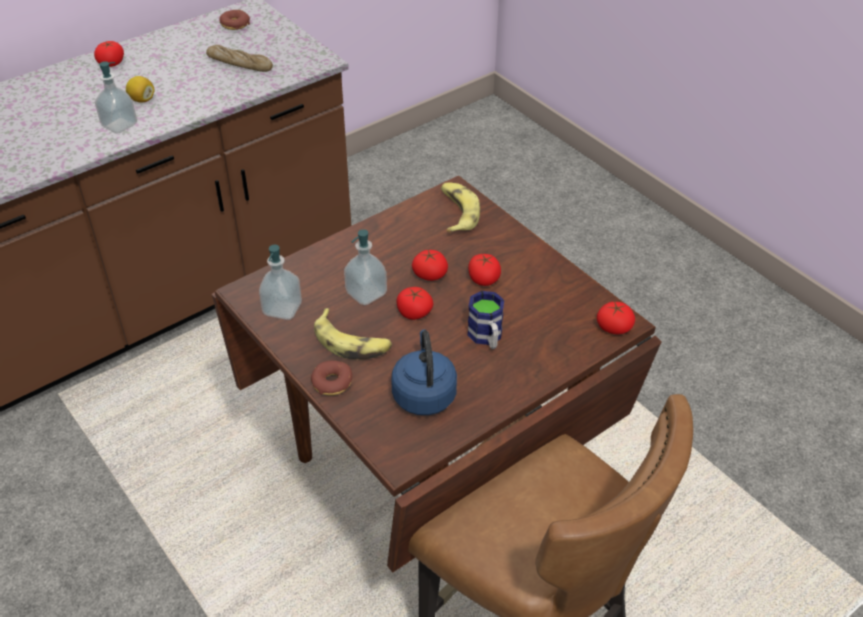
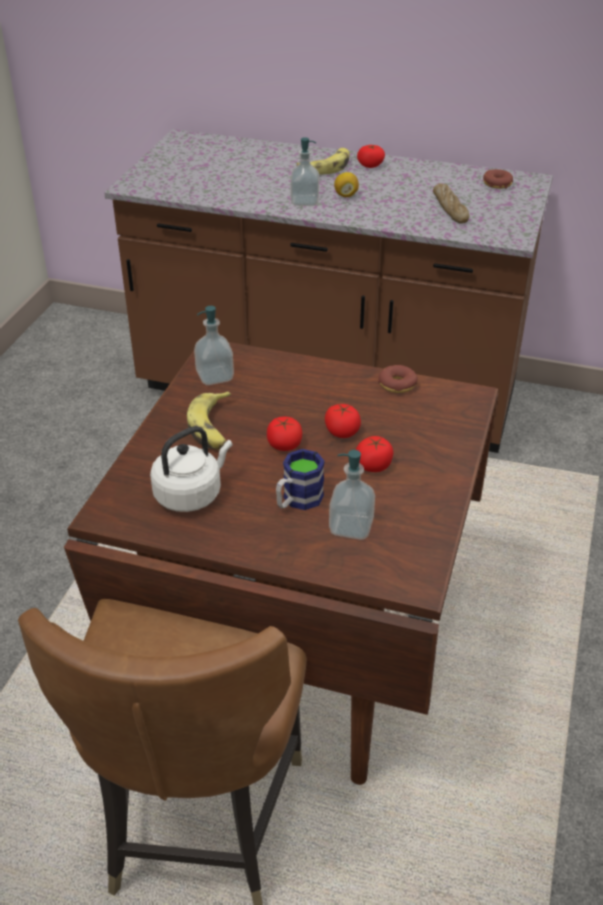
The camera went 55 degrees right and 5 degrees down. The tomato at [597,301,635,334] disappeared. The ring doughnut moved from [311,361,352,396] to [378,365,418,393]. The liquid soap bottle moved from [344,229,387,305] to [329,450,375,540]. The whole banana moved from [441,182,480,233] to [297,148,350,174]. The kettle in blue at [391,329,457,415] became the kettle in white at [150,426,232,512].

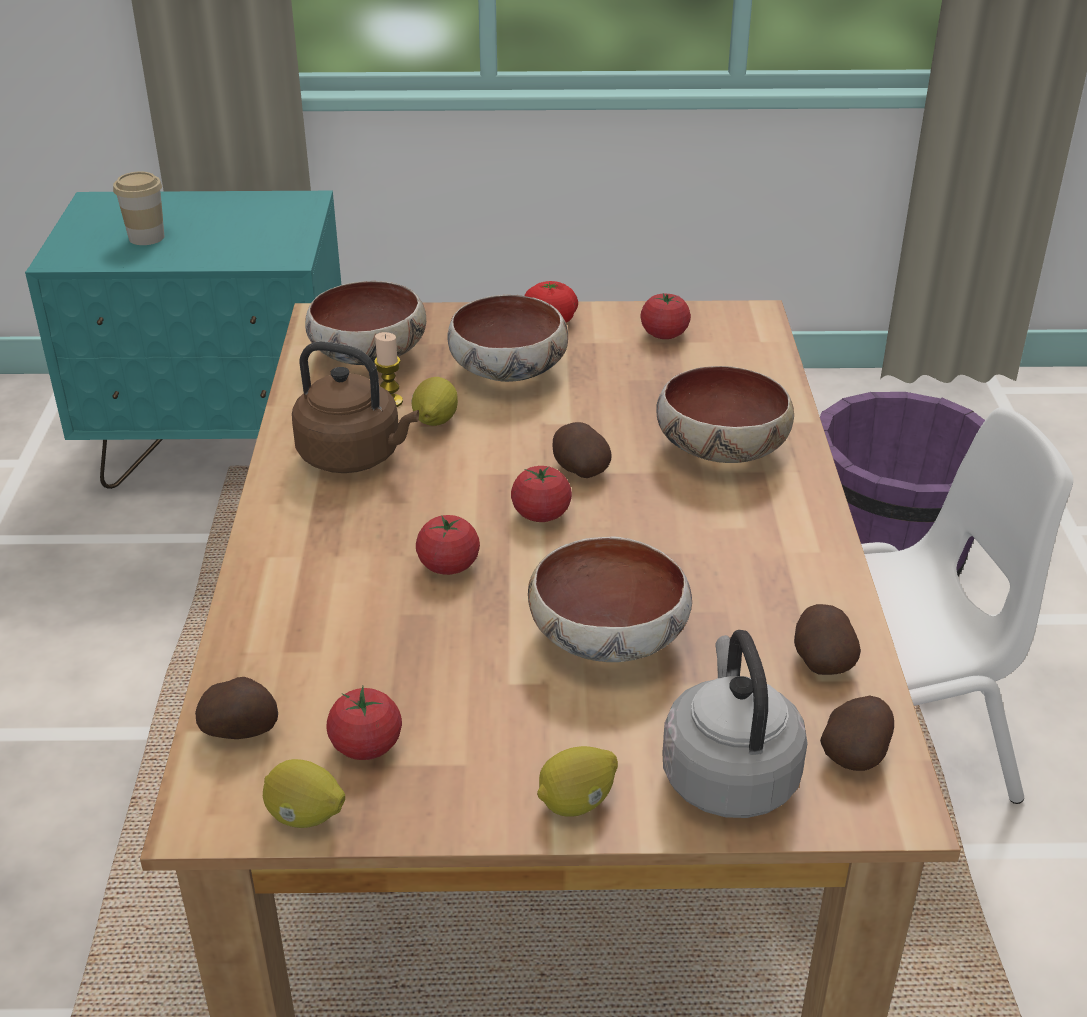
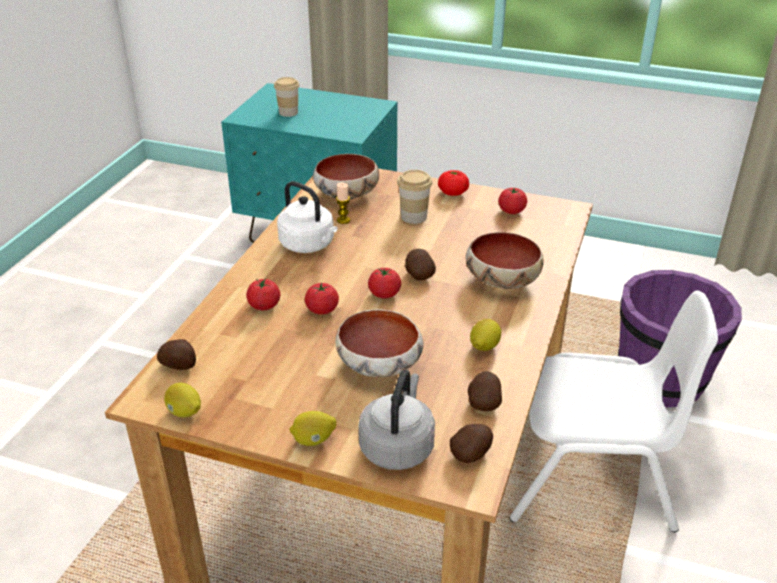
The camera went 20 degrees right and 0 degrees up. The tomato moved from [327,686,402,760] to [246,278,281,310]. The whole lemon moved from [411,377,458,426] to [470,319,501,351]. The serving bowl at [448,295,568,382] was replaced by the cup at [397,170,432,224]. The kettle in brown-coloured at [292,342,419,473] became the kettle in white at [277,181,338,253].

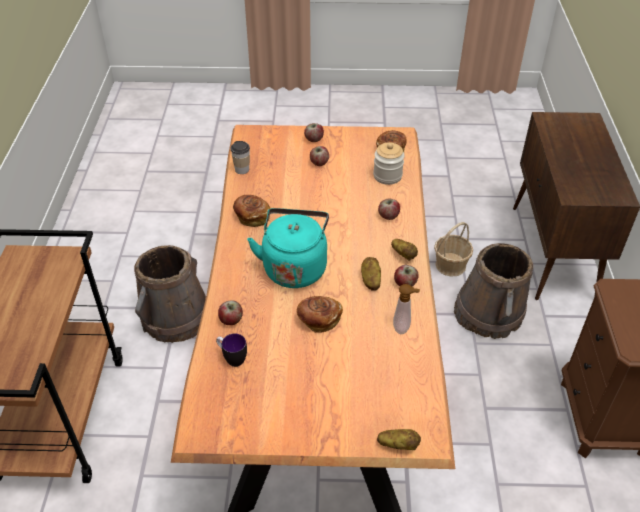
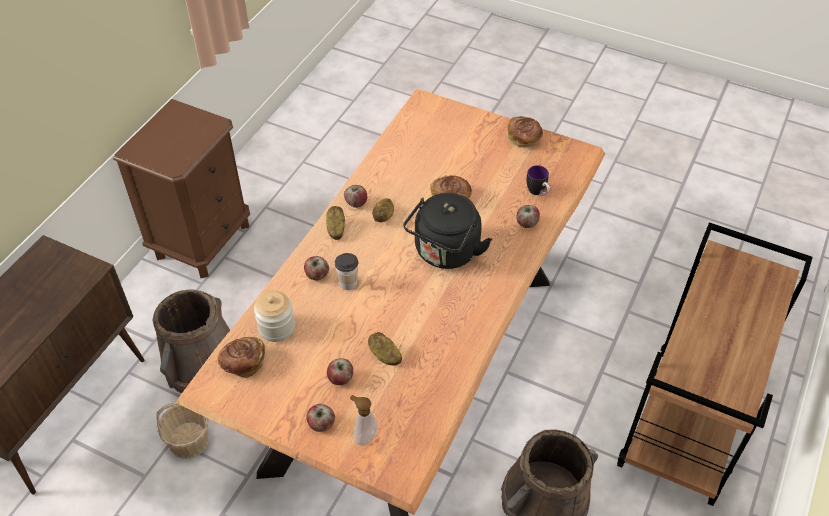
The camera went 155 degrees left and 5 degrees up. The cup moved from [231,141,250,174] to [335,253,358,290]. The bread moved from [233,195,270,227] to [507,116,543,147]. The spud moved from [377,429,421,450] to [368,332,402,365]. The liquid soap bottle moved from [393,284,420,334] to [350,395,378,446]. The kettle in blue-green at [247,208,329,288] became the kettle in black at [403,193,492,269].

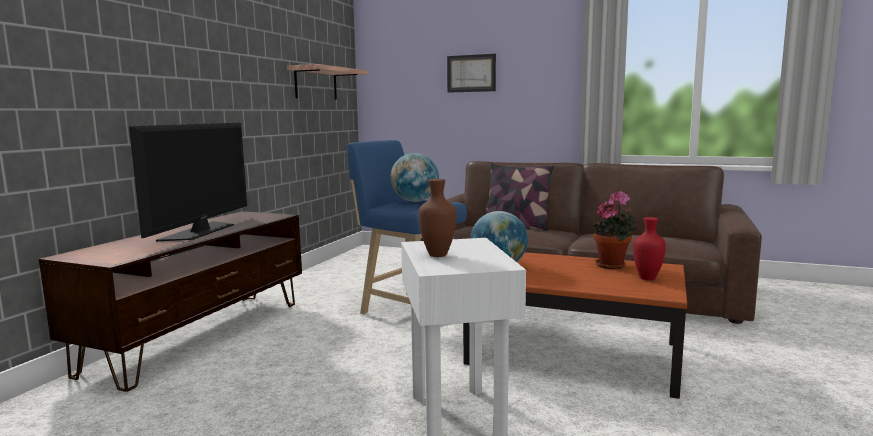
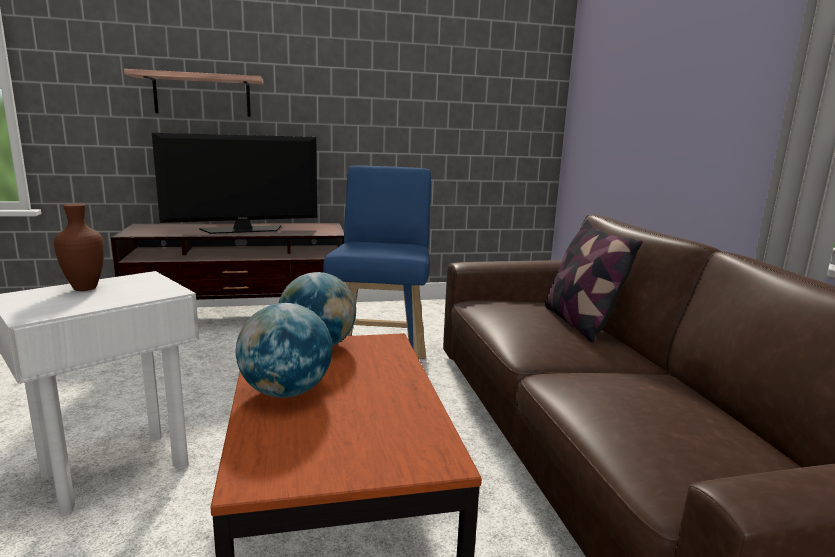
The camera went 55 degrees right and 5 degrees up. The wall picture at [447,54,496,93] disappeared. The houseplant at [593,191,637,269] disappeared. The vase in red-coloured at [633,217,666,280] disappeared. The shelf moved from [287,64,368,100] to [124,69,263,117]. The globe moved from [390,153,439,202] to [236,303,332,398].

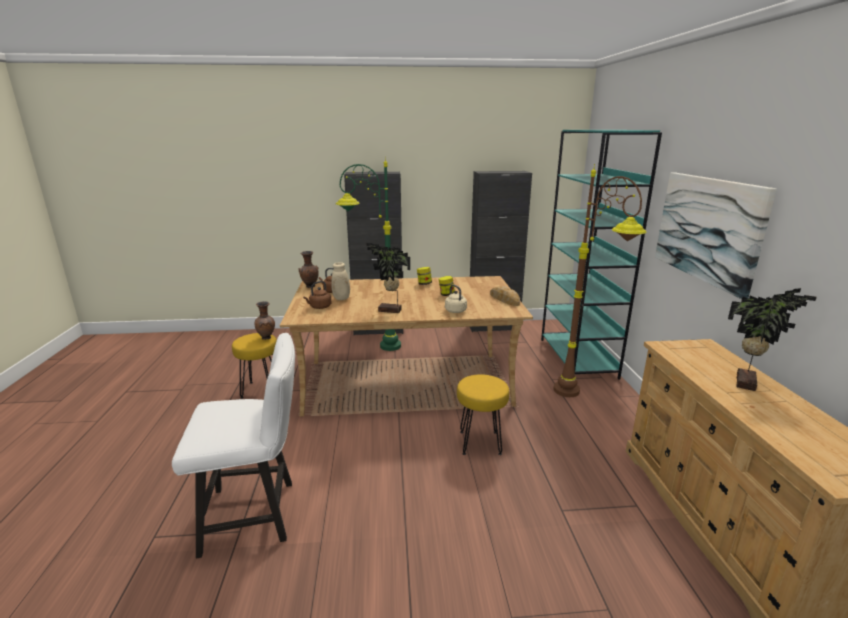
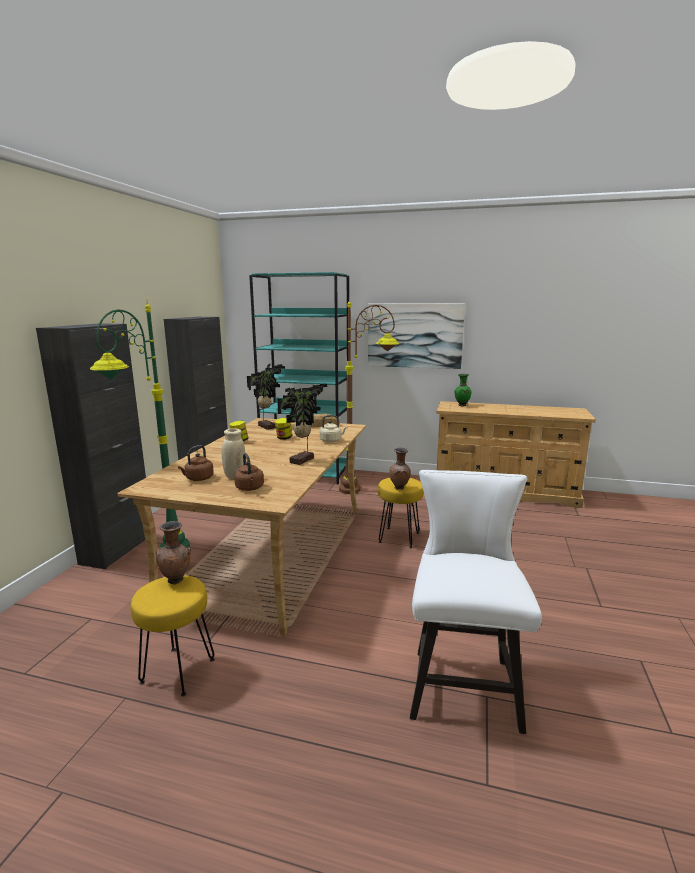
The camera went 70 degrees left and 5 degrees down. The vase in green at [454,374,471,406] appeared. The vase in brown-coloured moved from [299,251,319,288] to [389,448,411,490]. The houseplant moved from [728,288,817,391] to [247,364,285,430].

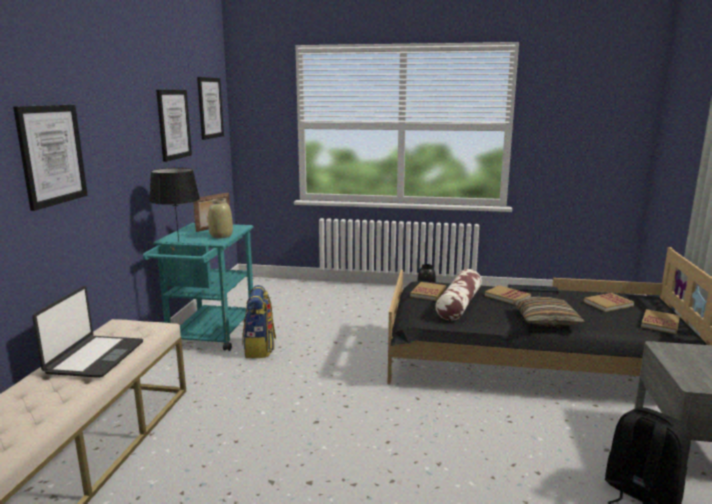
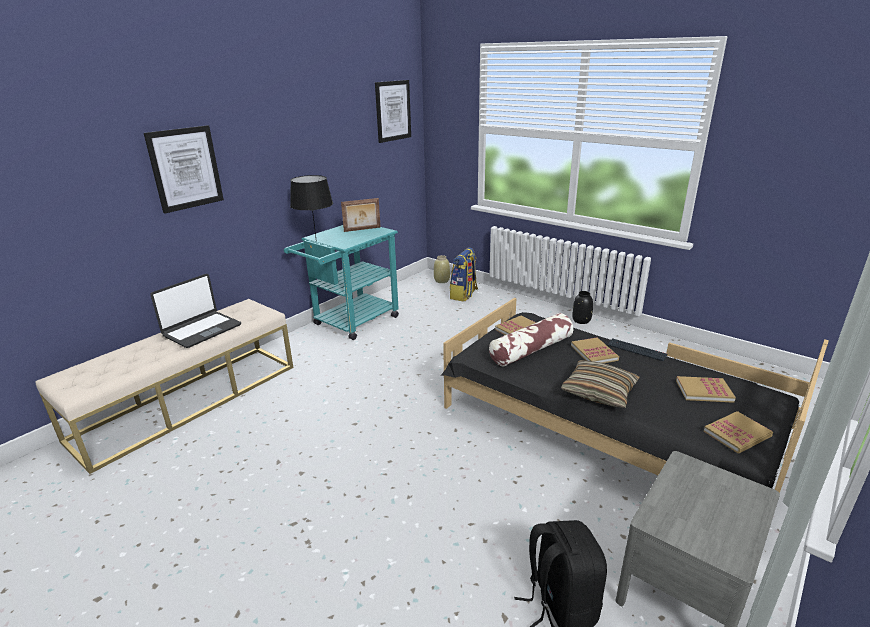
The camera went 30 degrees right and 10 degrees up. The wall picture at [156,90,192,162] disappeared. The vase in sand-coloured moved from [208,199,233,238] to [434,255,450,283]. The knapsack moved from [242,285,276,358] to [450,248,478,302].

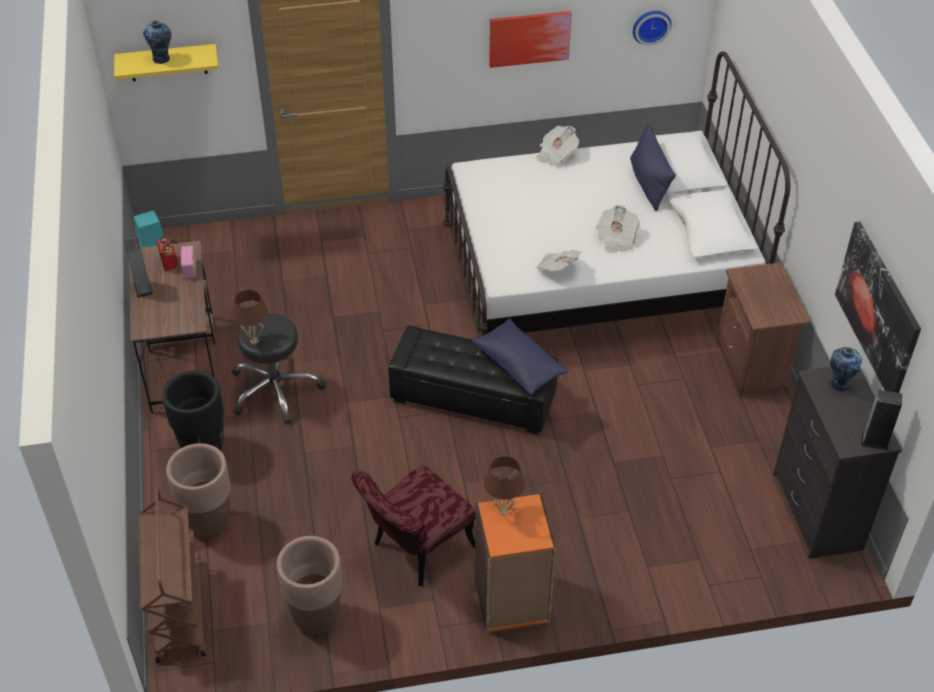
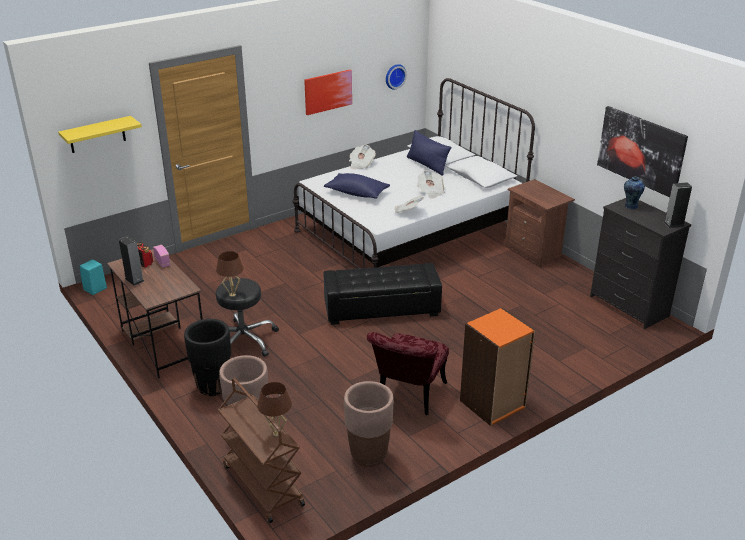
The camera went 25 degrees left and 15 degrees down. The vase at [143,20,171,64] disappeared. The throw pillow in blue moved from [472,319,569,395] to [324,173,390,199]. The lamp for a table in brown-coloured moved from [484,456,526,515] to [257,382,292,437].

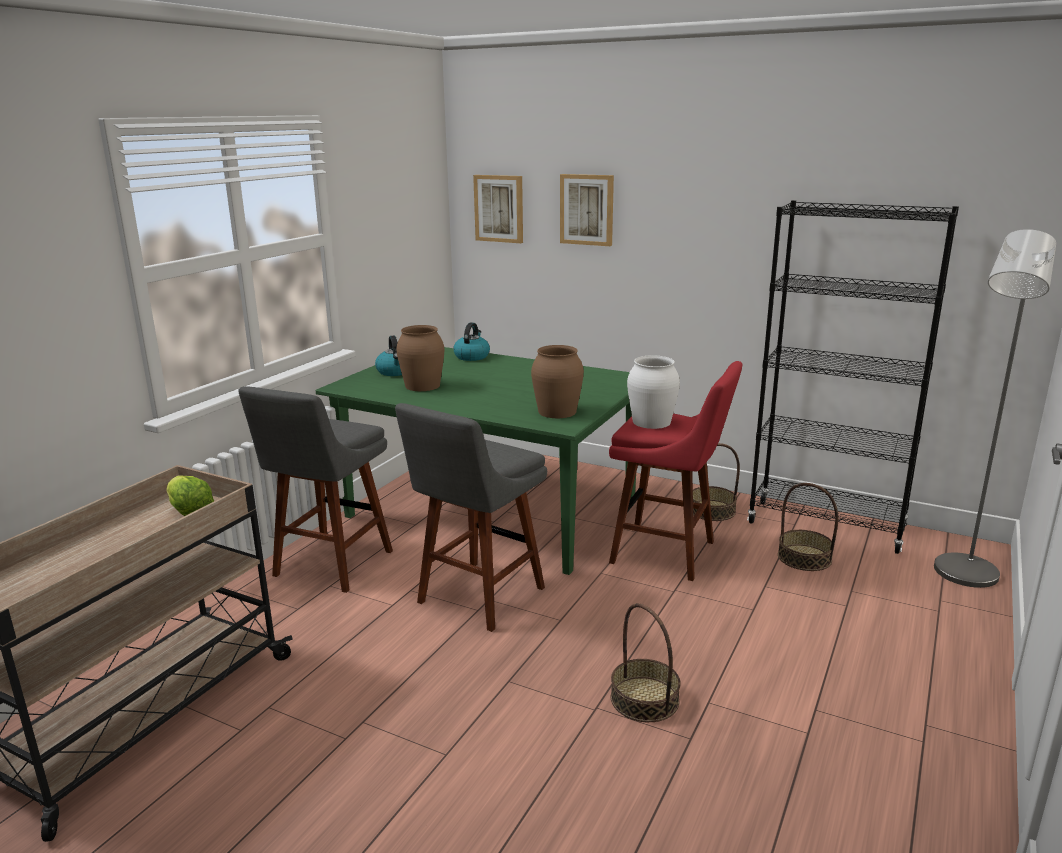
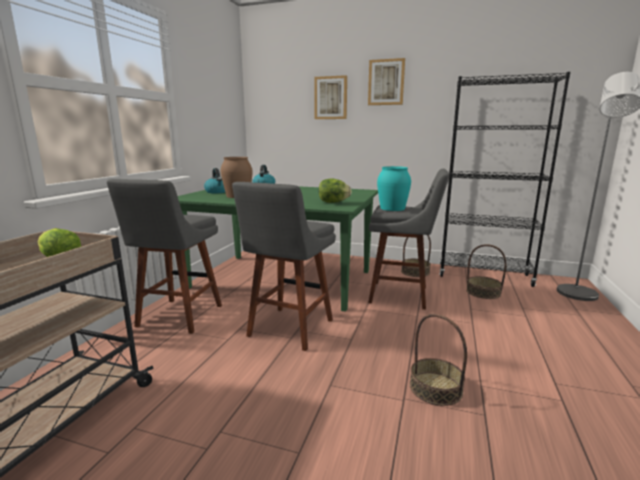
The camera went 10 degrees left and 5 degrees down. The wall picture moved from [473,175,523,243] to [368,58,405,105]. The vase in brown-coloured at [531,345,584,418] was replaced by the head of lettuce at [319,179,352,203]. The sitting stool in red-coloured at [609,361,742,581] became the sitting stool in greyish at [368,169,449,310]. The vase in white at [627,355,680,429] became the vase in blue-green at [377,166,411,211].

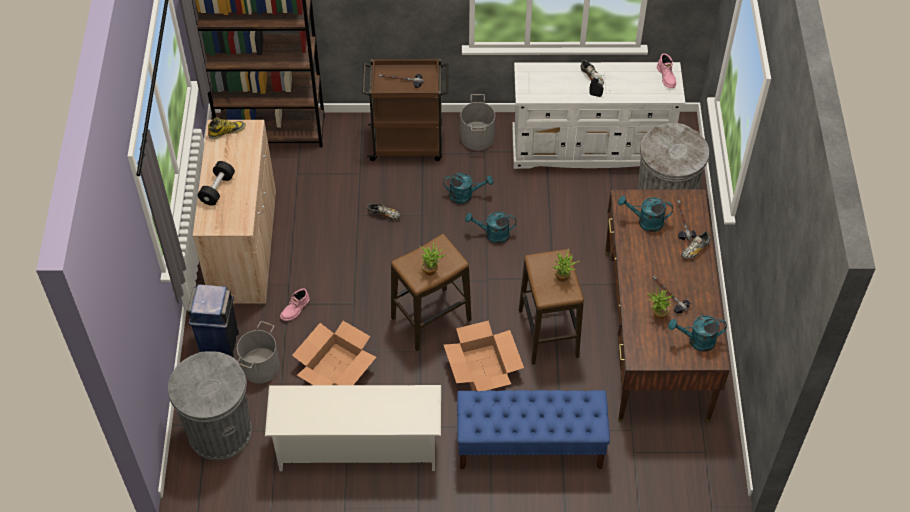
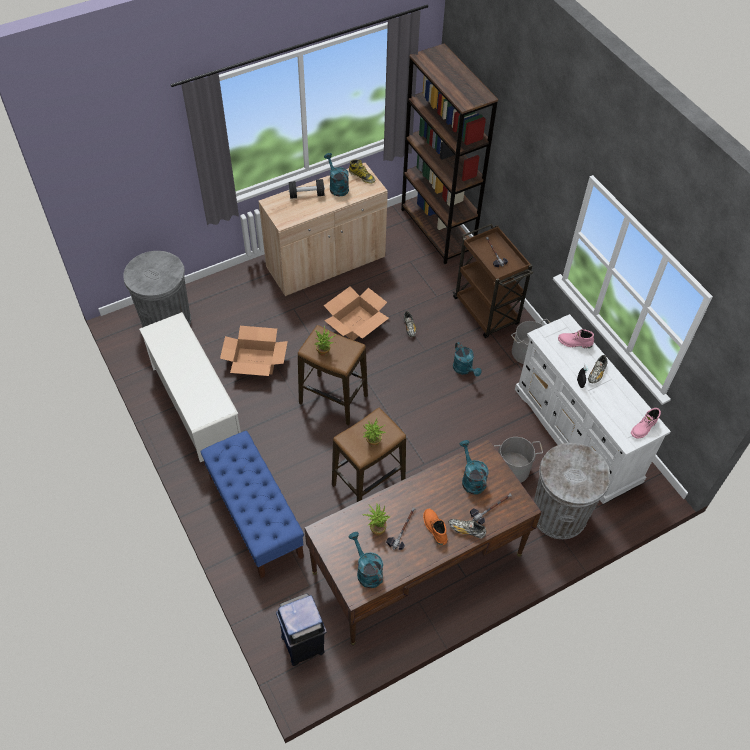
The camera went 60 degrees right and 0 degrees up. The boot in orange at [423,509,447,545] appeared. The waste bin in blue moved from [188,284,239,357] to [276,593,327,666]. The water bucket in greyish moved from [237,321,280,383] to [494,437,543,483]. The boot in pinkish moved from [280,289,310,321] to [558,329,594,348]. The carton moved from [444,321,524,391] to [324,286,389,340]. The watering pot in blue-green moved from [465,212,516,244] to [324,153,349,196].

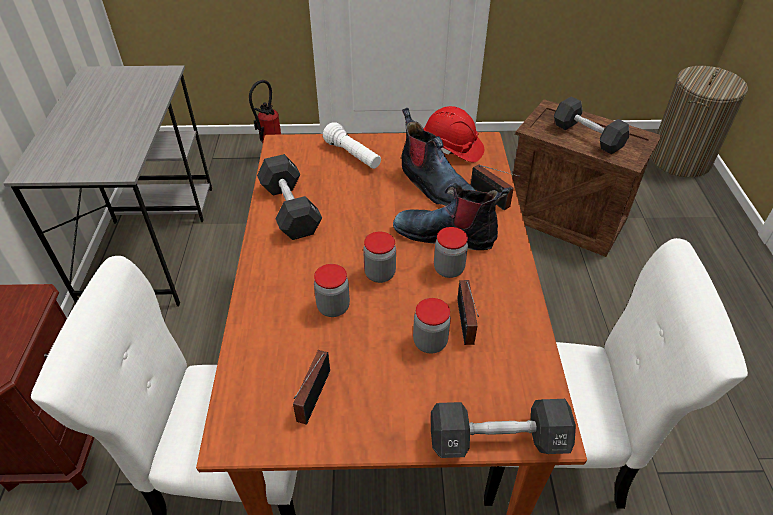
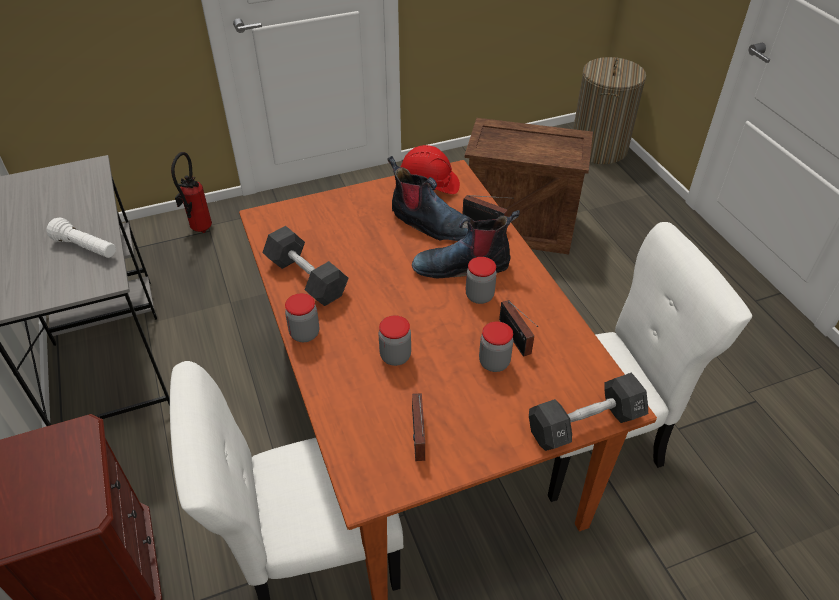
The camera went 20 degrees left and 0 degrees up. The dumbbell in black at [554,96,629,154] disappeared. The hand torch in white moved from [323,122,381,169] to [46,218,116,258]. The preserve jar moved from [363,231,396,283] to [285,293,319,342].

